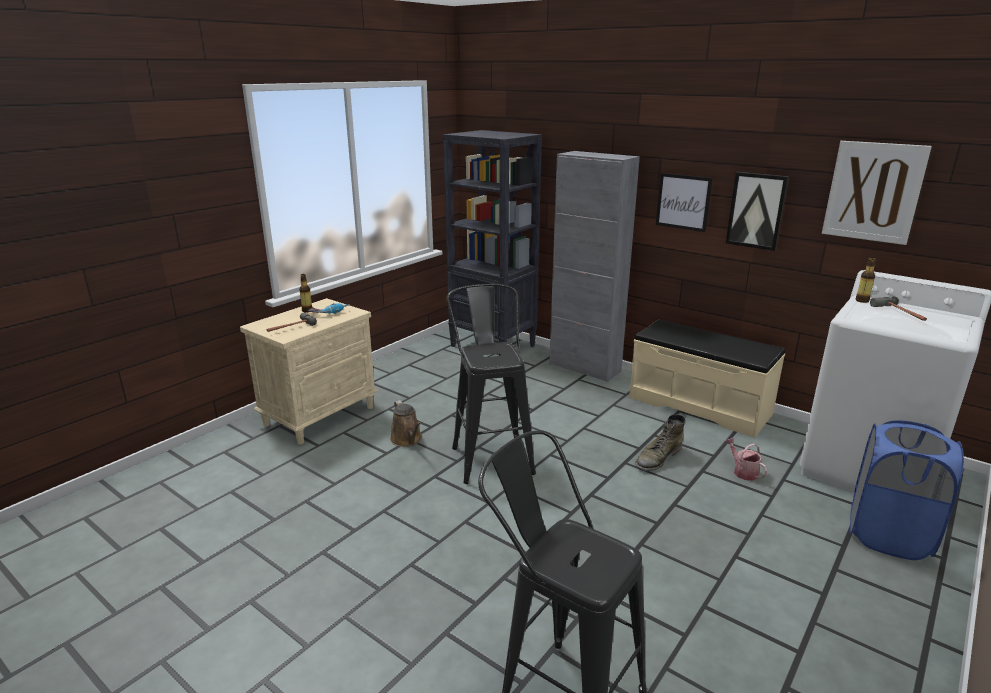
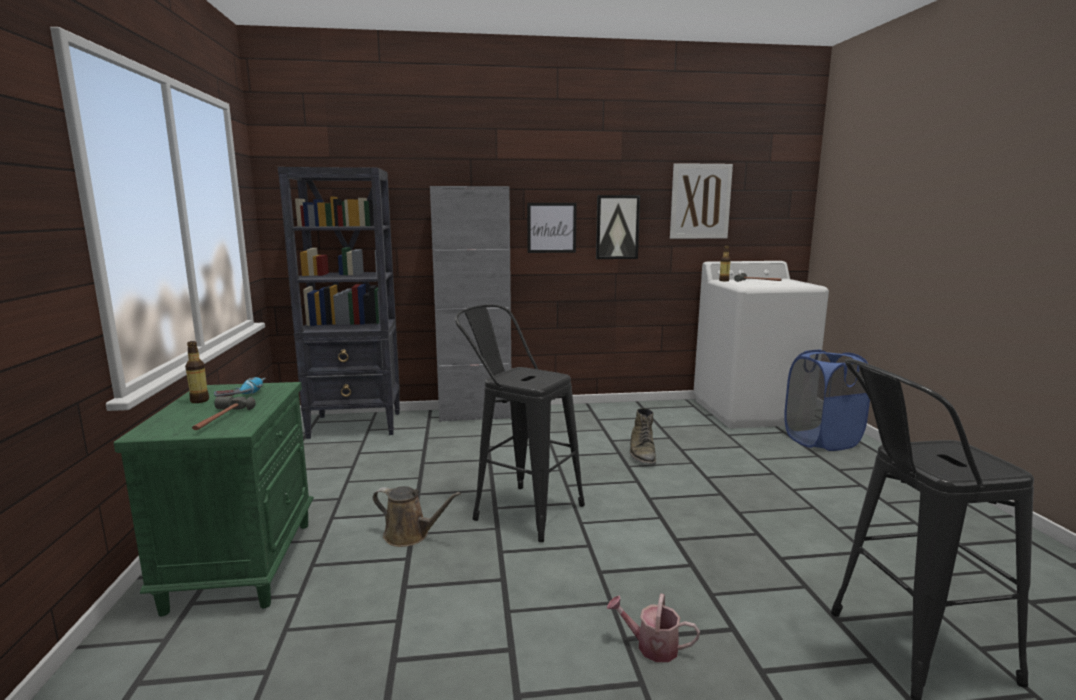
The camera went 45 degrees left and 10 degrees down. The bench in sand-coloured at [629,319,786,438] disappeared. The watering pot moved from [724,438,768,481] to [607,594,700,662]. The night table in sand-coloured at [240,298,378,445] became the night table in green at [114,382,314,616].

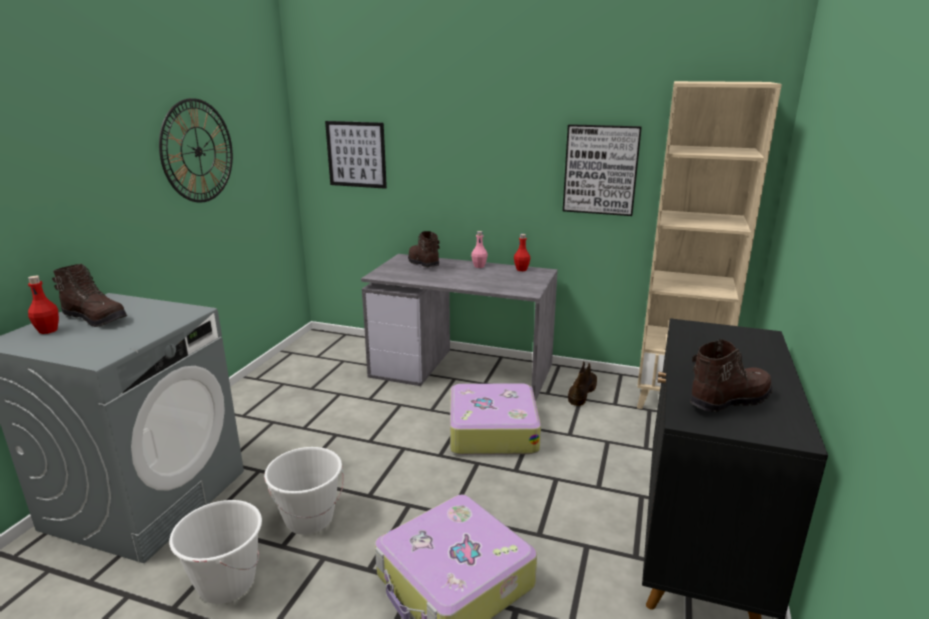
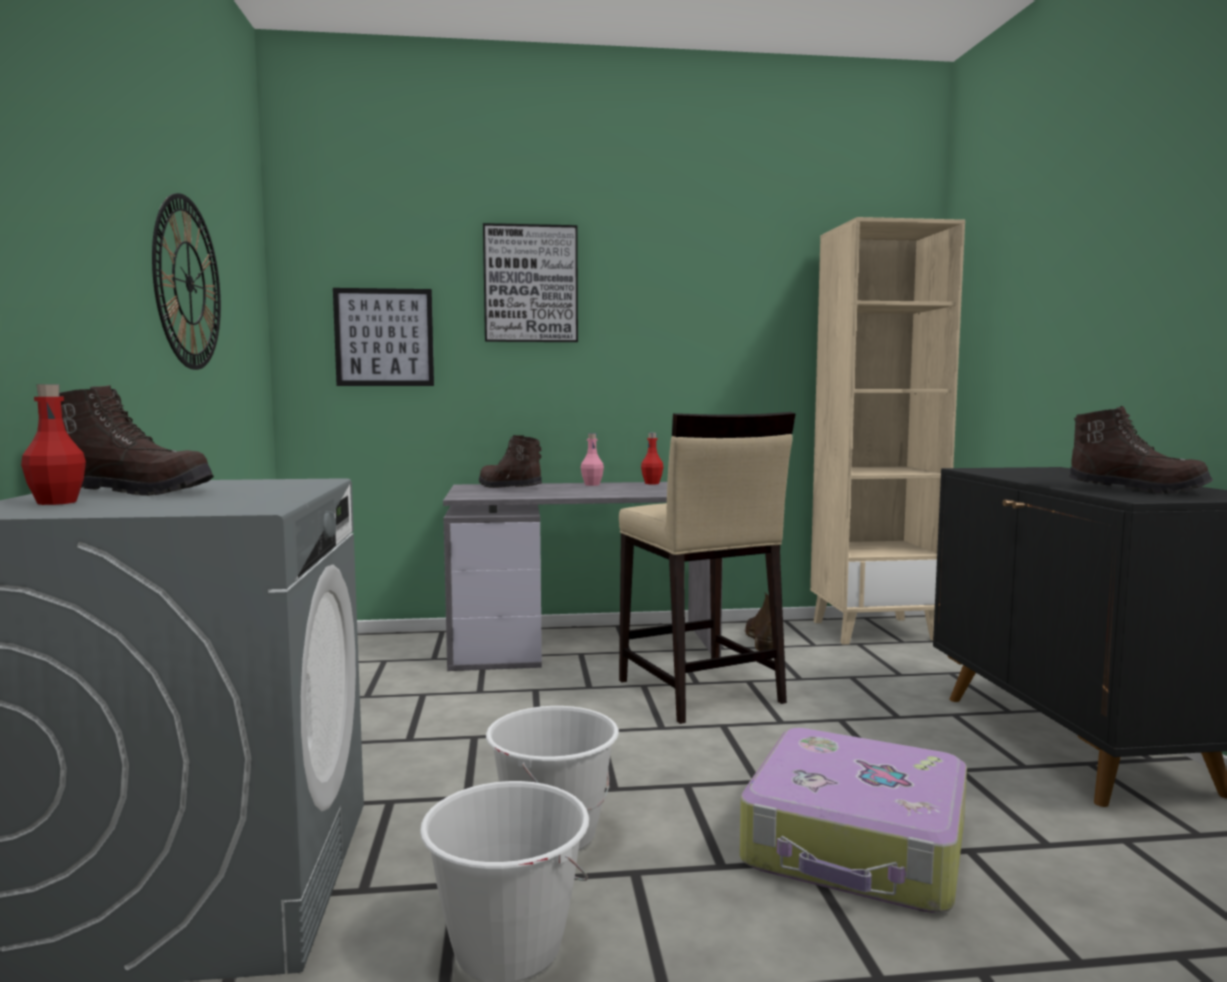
The camera went 25 degrees left and 15 degrees down. The wall picture moved from [563,124,642,216] to [483,223,578,342]. The suitcase at [450,383,541,455] was replaced by the sitting stool in sand-coloured at [619,412,796,724]. The boot in brown-coloured at [690,339,773,412] turned 90 degrees clockwise.

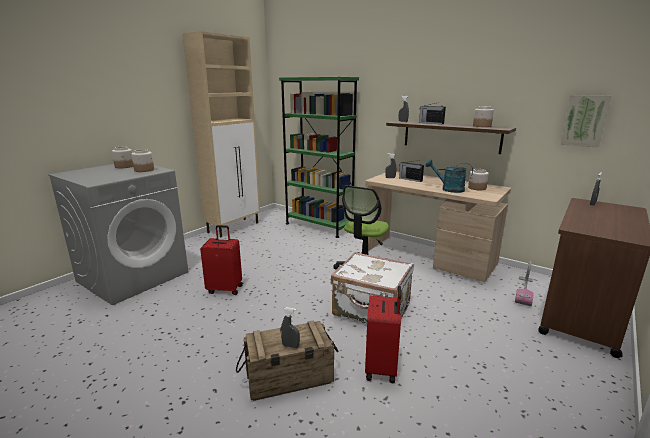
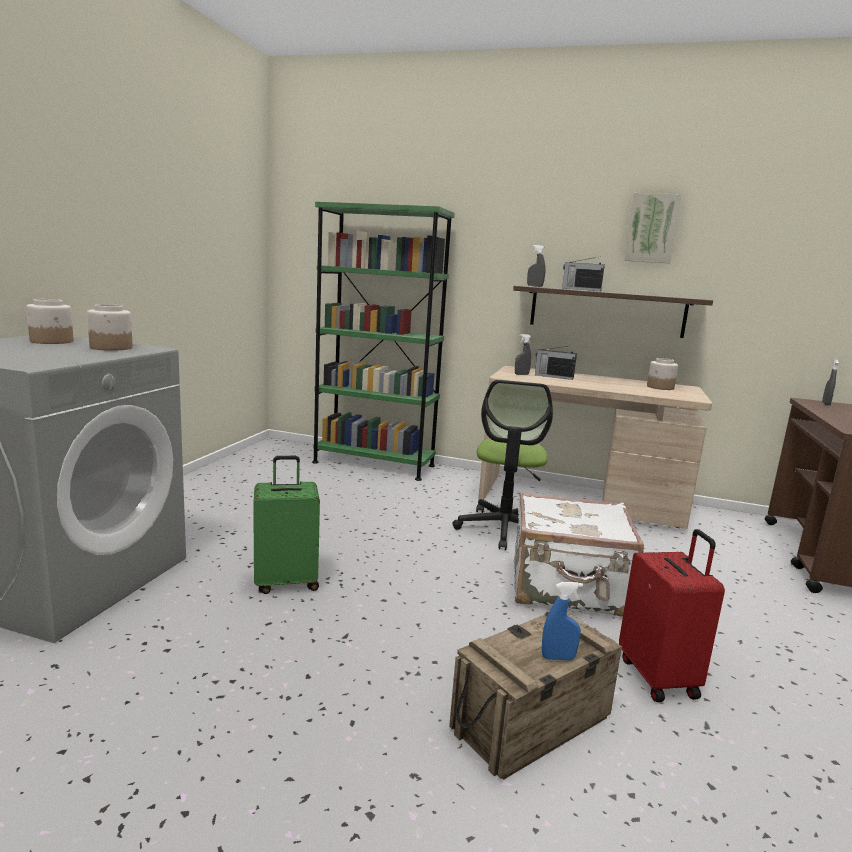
The camera went 20 degrees left and 5 degrees down. The storage cabinet in sand-coloured at [182,31,260,237] disappeared. The watering pot in blue-green at [425,159,473,193] disappeared. The preserve jar at [473,106,494,127] disappeared. The hoover at [515,261,534,306] disappeared. The wall picture moved from [560,95,611,148] to [624,193,681,264]. The suitcase in red-coloured at [200,225,243,295] became the suitcase in green at [253,456,320,594]. The spray bottle in greyish at [281,307,300,348] became the spray bottle in blue at [542,582,583,660].

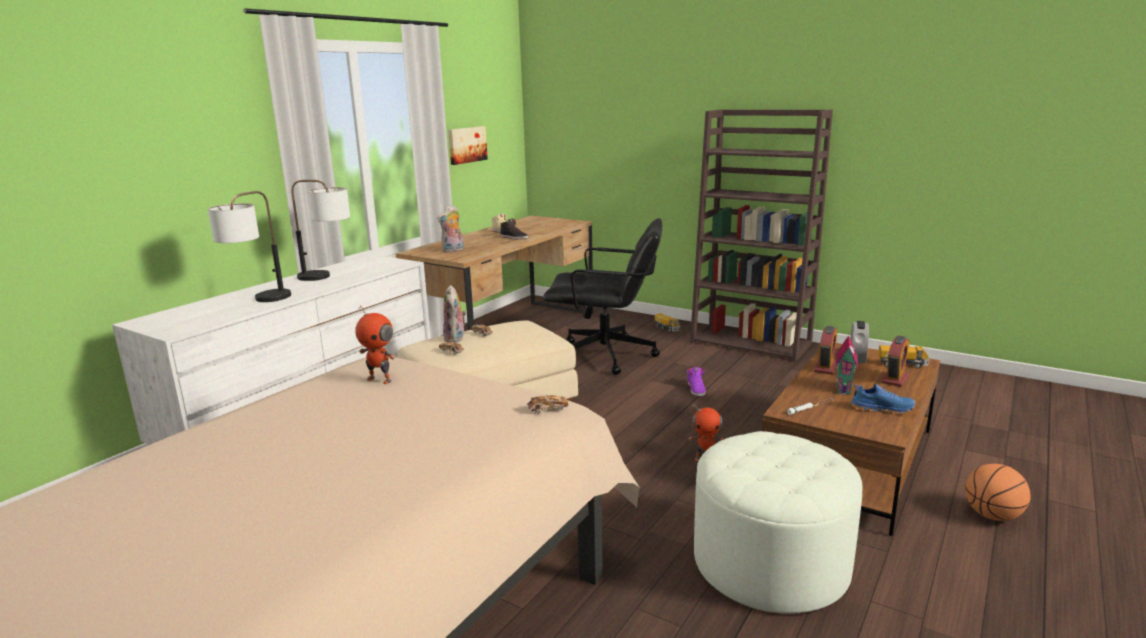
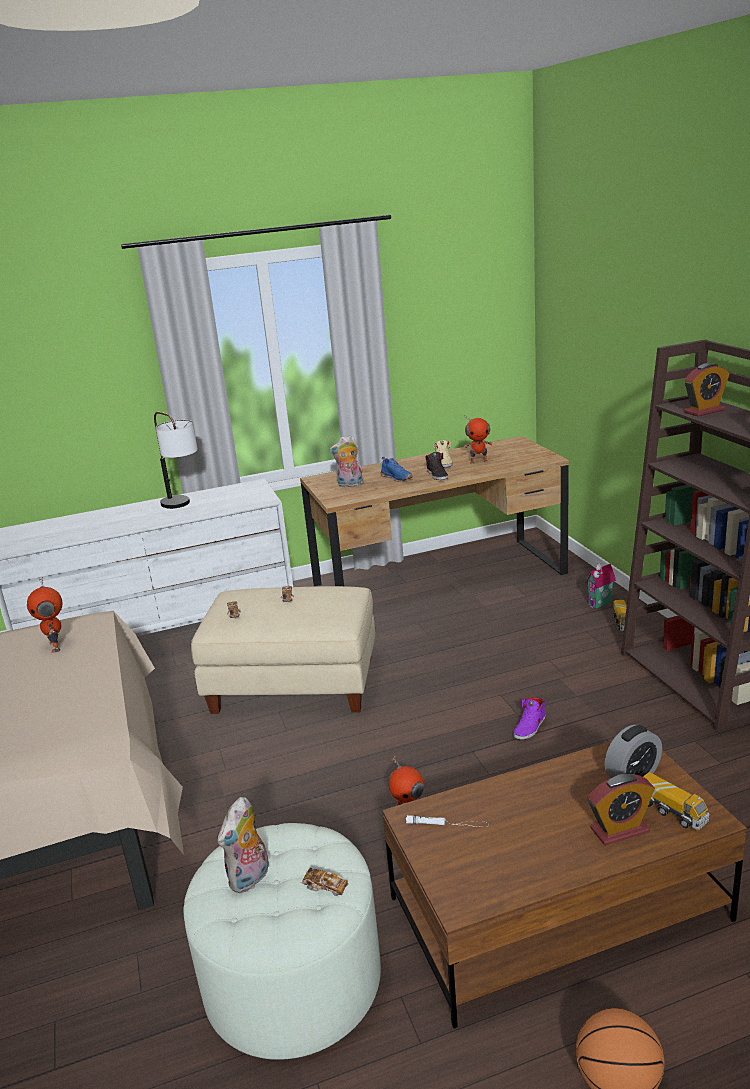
The camera went 40 degrees right and 5 degrees up. The lamp for a table at [208,191,291,302] disappeared. The wall picture at [448,126,488,165] disappeared. The computer chair in black at [543,218,662,375] disappeared. The robot figure at [464,416,493,464] appeared. The plush toy moved from [443,285,466,343] to [217,797,269,893]. The toy car moved from [527,395,568,414] to [301,868,348,896]. The table clock moved from [814,326,837,375] to [684,363,730,416]. The toy house moved from [836,333,866,395] to [585,562,616,609]. The item of footwear in blue moved from [850,384,915,414] to [380,457,412,482].

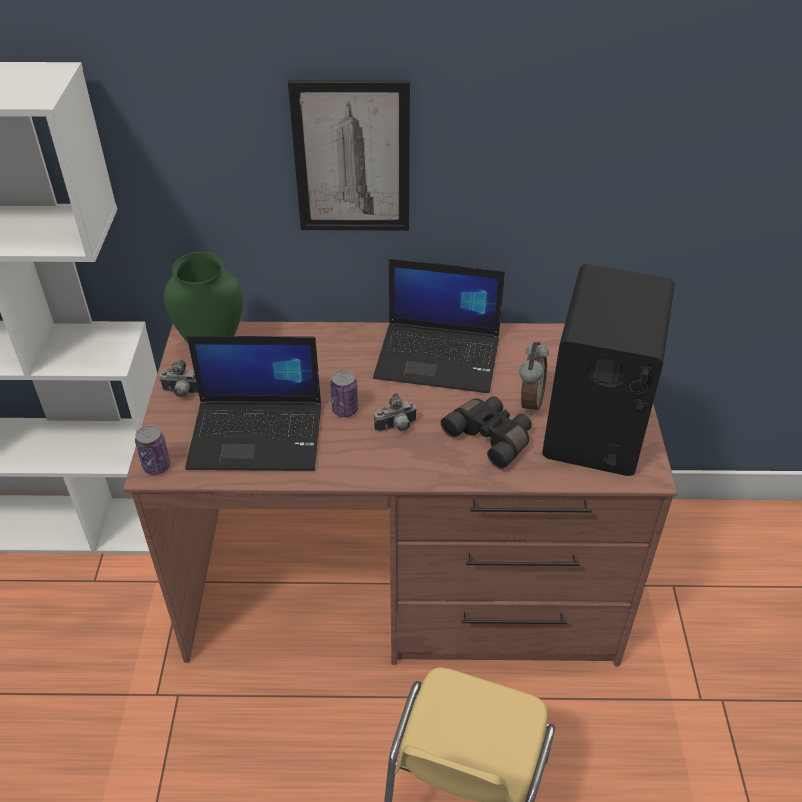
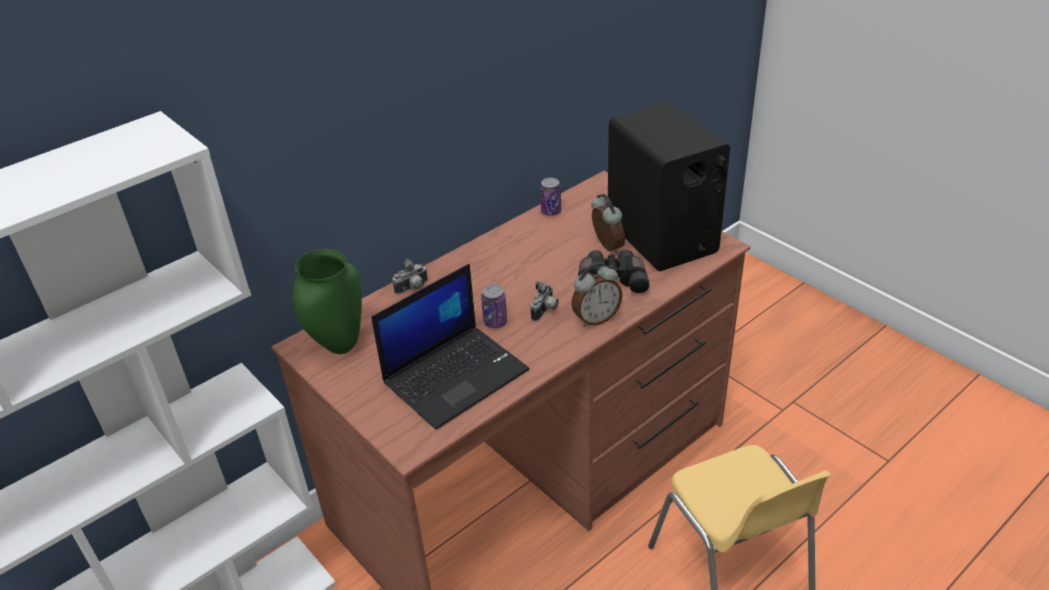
The camera went 40 degrees left and 5 degrees down. The wall picture at [288,80,410,231] disappeared. The portable computer at [373,259,505,393] disappeared. The table clock at [572,262,623,327] appeared. The metal can moved from [135,425,171,475] to [540,178,561,216]. The photo camera moved from [159,360,199,398] to [392,258,428,294].

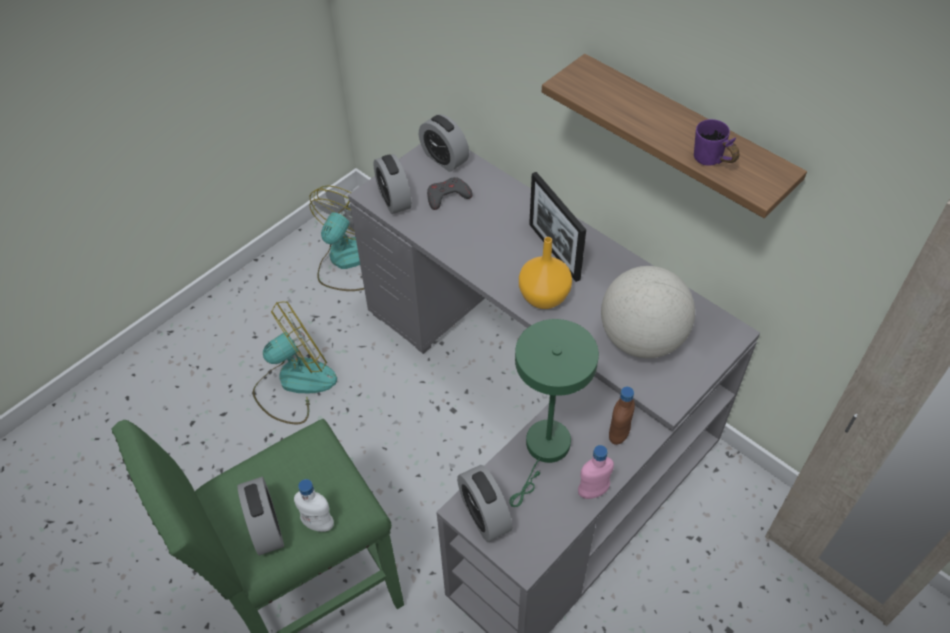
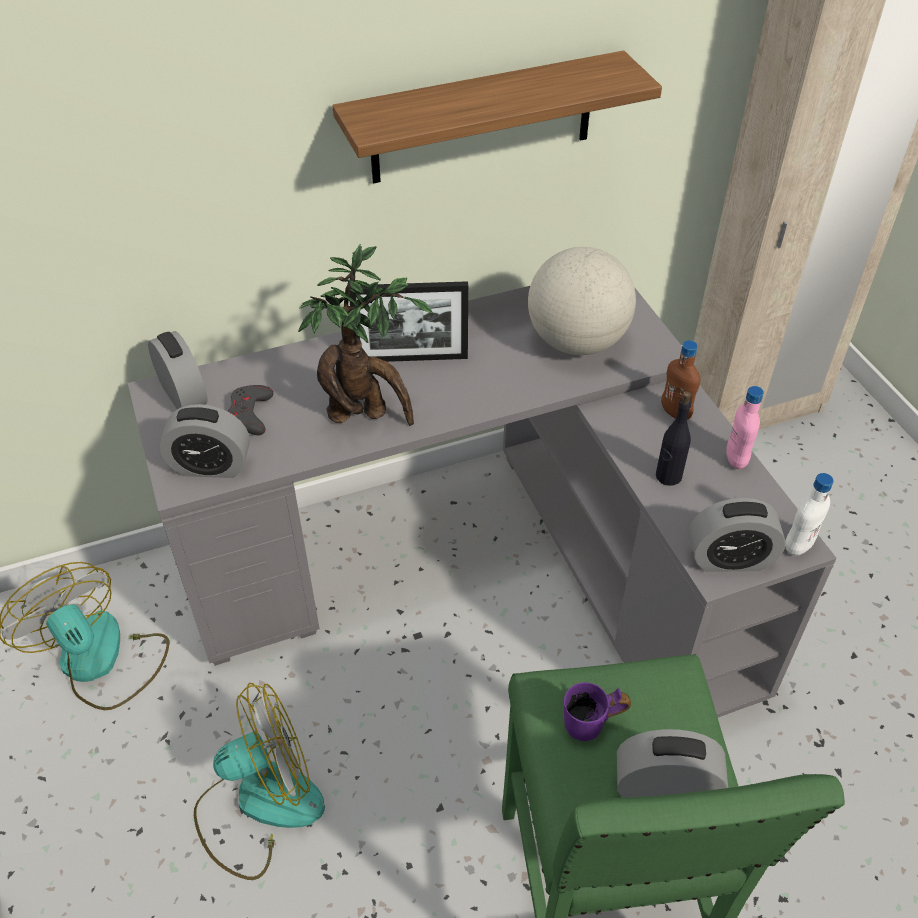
The camera went 65 degrees left and 5 degrees down. The vase in orange at [519,237,572,309] disappeared. The houseplant at [298,244,434,426] appeared. The beverage bottle in white moved from [294,479,334,532] to [785,473,834,556]. The tea mug in purple moved from [694,119,740,165] to [564,682,631,741]. The lamp for a table in green at [509,319,599,507] was replaced by the beverage bottle in black at [656,391,691,486]. The electric fan at [253,301,337,425] turned 75 degrees clockwise. The table clock at [419,114,469,172] turned 105 degrees counterclockwise.

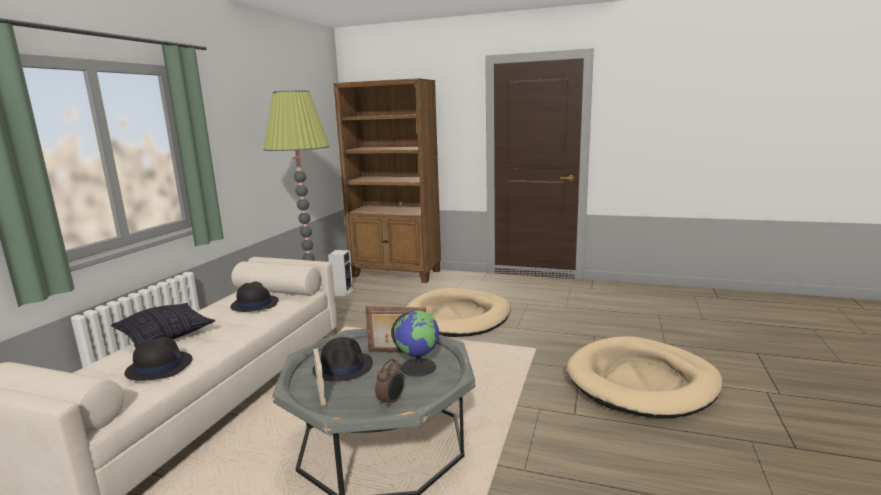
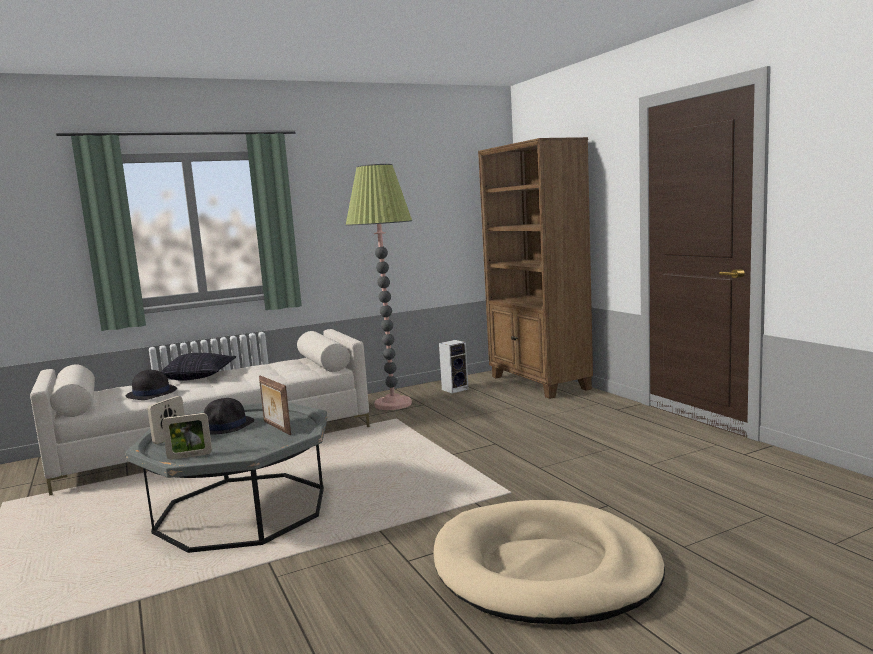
The camera went 45 degrees right and 5 degrees down. The hat in black at [230,282,279,312] disappeared. The globe at [391,311,439,377] disappeared. The dog cushion in sand-coloured at [406,288,511,337] disappeared. The table clock at [375,359,404,408] was replaced by the picture frame at [162,413,212,460].

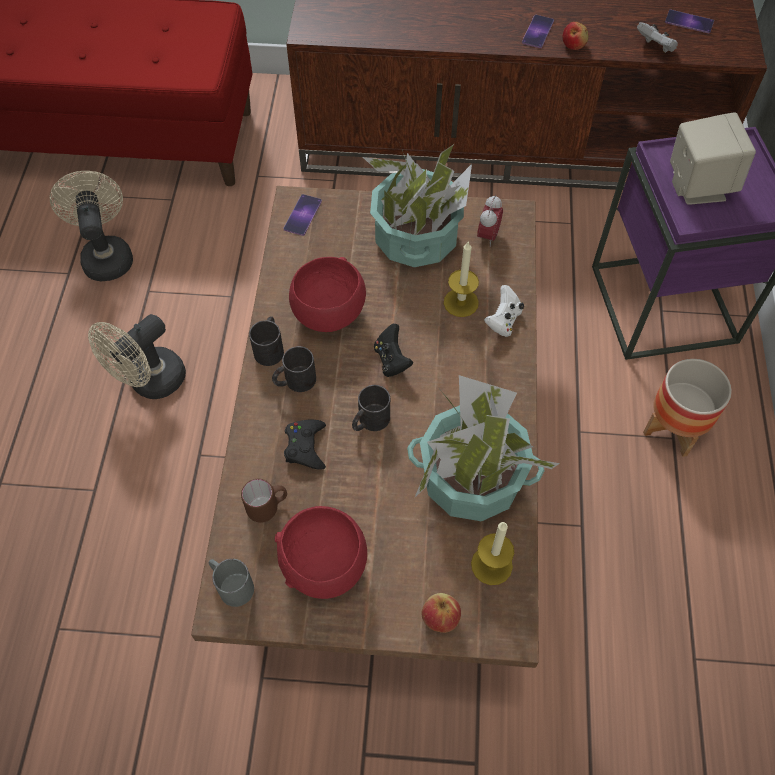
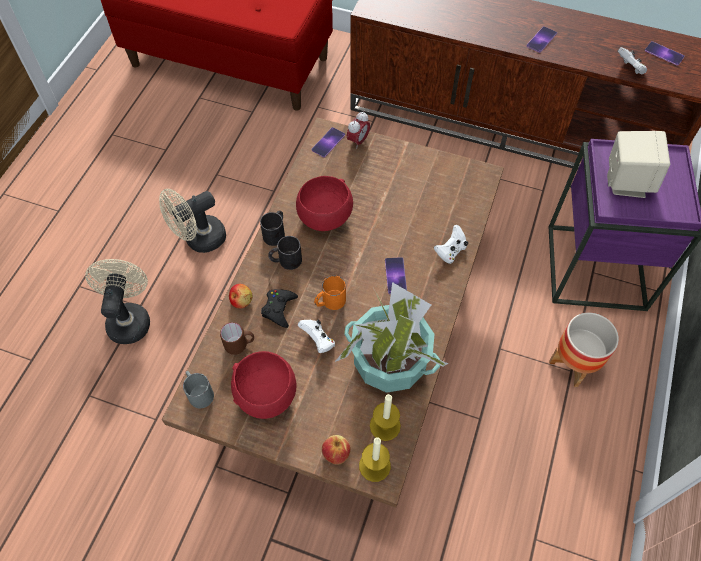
The camera went 15 degrees right and 0 degrees up. The houseplant at [363,144,472,267] disappeared. The joypad in black at [374,324,413,377] disappeared. The joypad in white at [298,320,335,353] appeared. The telephone at [385,257,407,294] appeared. The electric fan in sand-coloured moved from [50,171,133,281] to [85,259,150,344]. The wax candle moved from [444,242,479,317] to [359,437,391,482]. The table clock moved from [477,195,503,247] to [347,112,370,149]. The whole apple moved from [563,22,588,50] to [229,284,252,309]. The tea mug in black at [352,385,390,431] became the tea mug in orange at [314,275,346,310].

